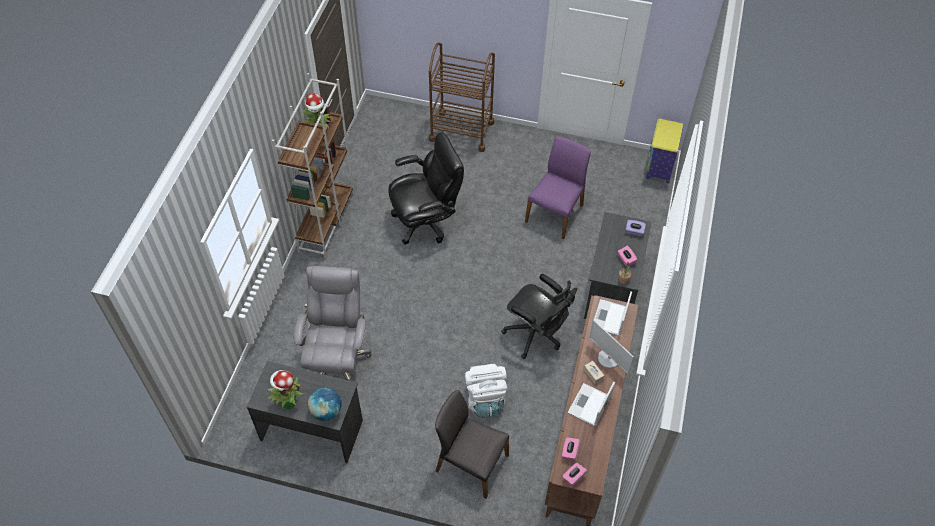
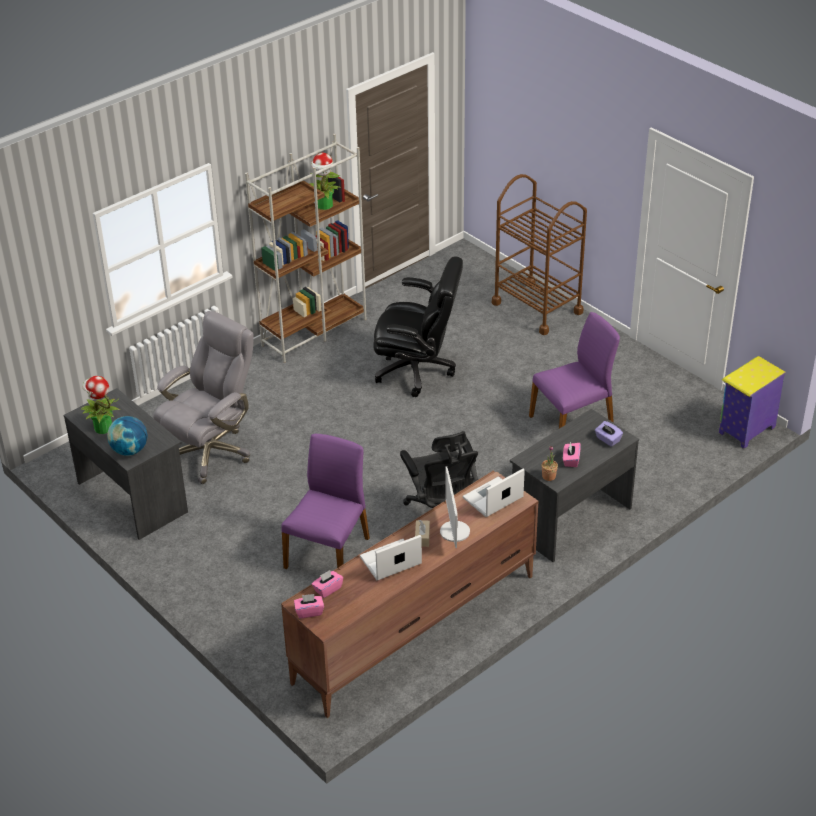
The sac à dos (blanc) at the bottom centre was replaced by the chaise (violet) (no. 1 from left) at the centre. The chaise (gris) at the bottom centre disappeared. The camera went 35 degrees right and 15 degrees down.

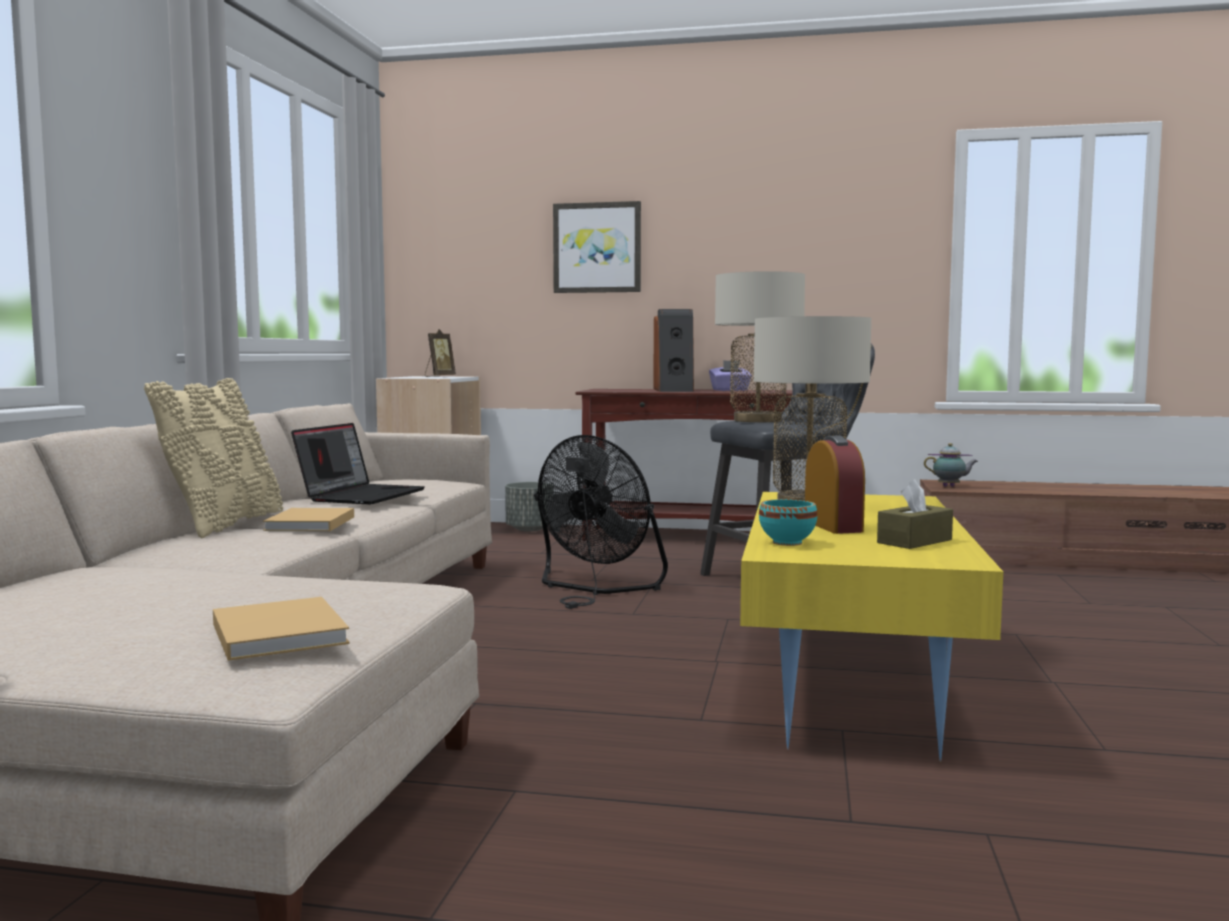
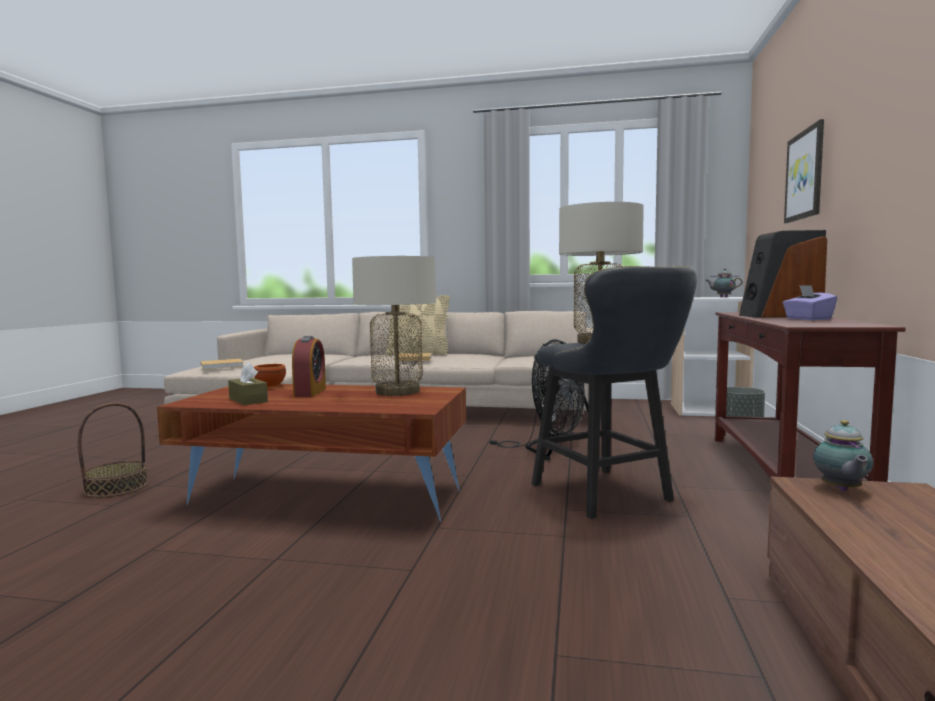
The cadre photo at the centre was replaced by the théière (no. 1 from left) at the middle right. The ordinateur portable at the middle left disappeared. The réveil at the middle right turned 75 degrees counterclockwise. The table basse (jaune) at the bottom right became the table basse (marron) at the middle left. The bol (turquoise) at the centre became the bol (marron) at the middle left. The panier at the middle left appeared. The camera went 90 degrees right and 0 degrees up.

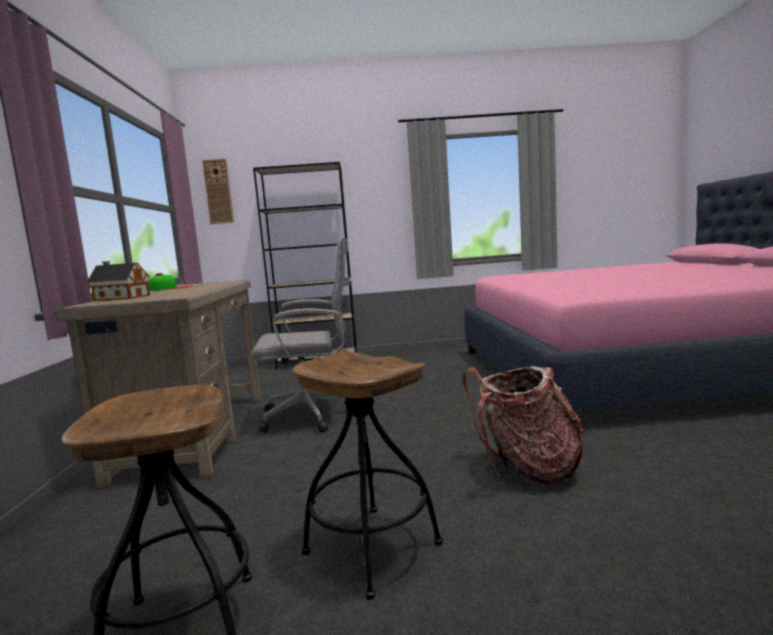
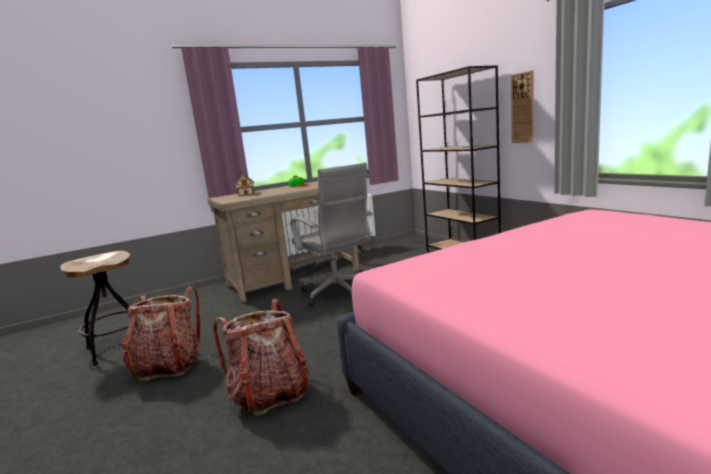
The horloge murale moved from the top left to the top right. The tabouret (marron) (no. 2 from left) at the bottom centre was replaced by the sac à dos (no. 1 from left) at the bottom left. The camera went 65 degrees right and 5 degrees up.

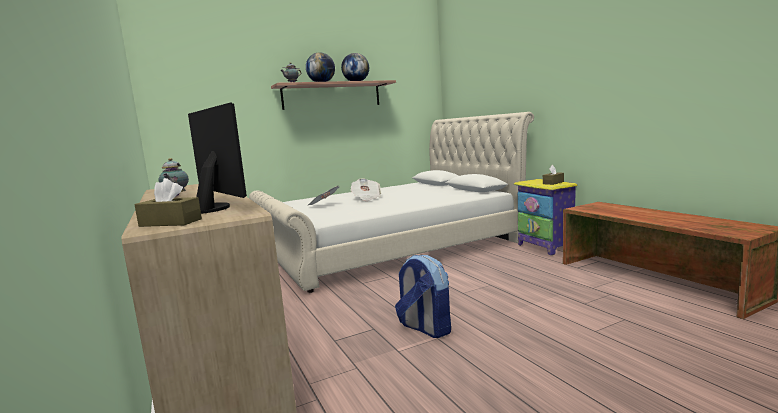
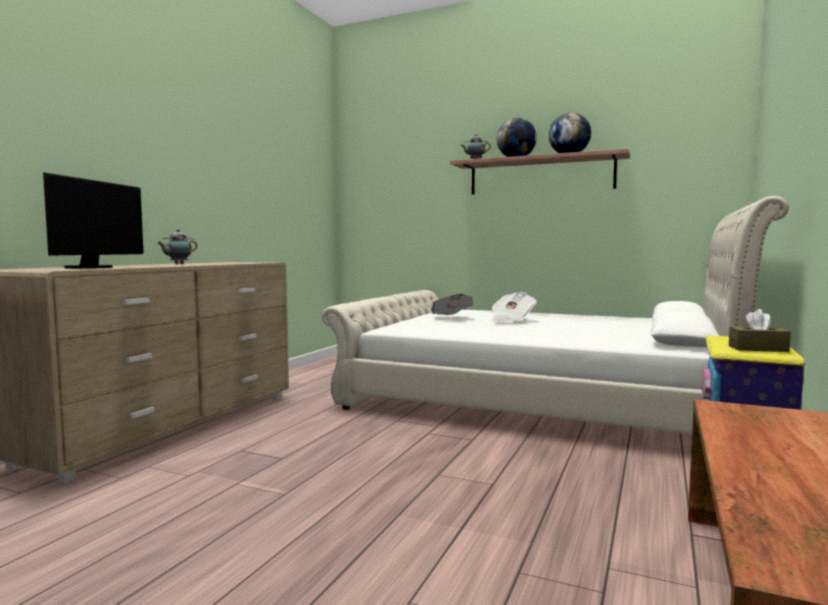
The boîte à mouchoirs (marron) (no. 1 from left) at the middle left disappeared. The sac à dos at the bottom centre disappeared. The camera went 50 degrees right and 5 degrees down.

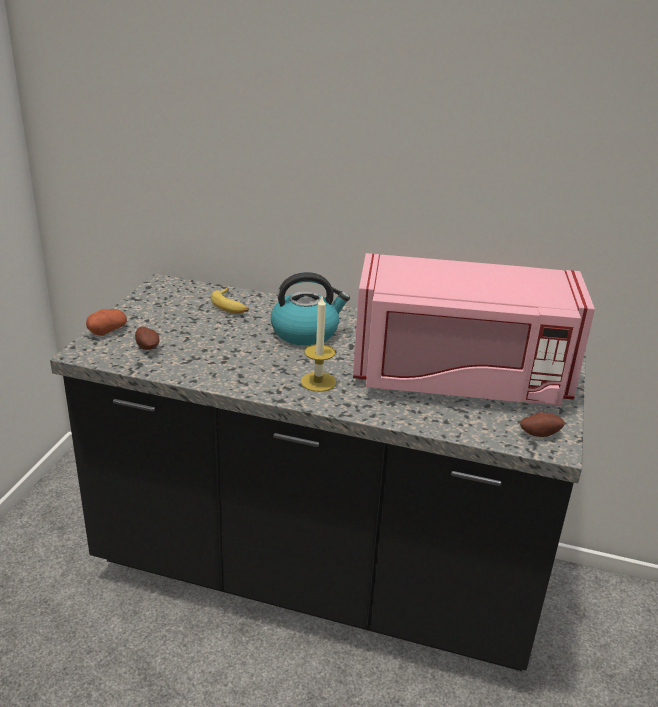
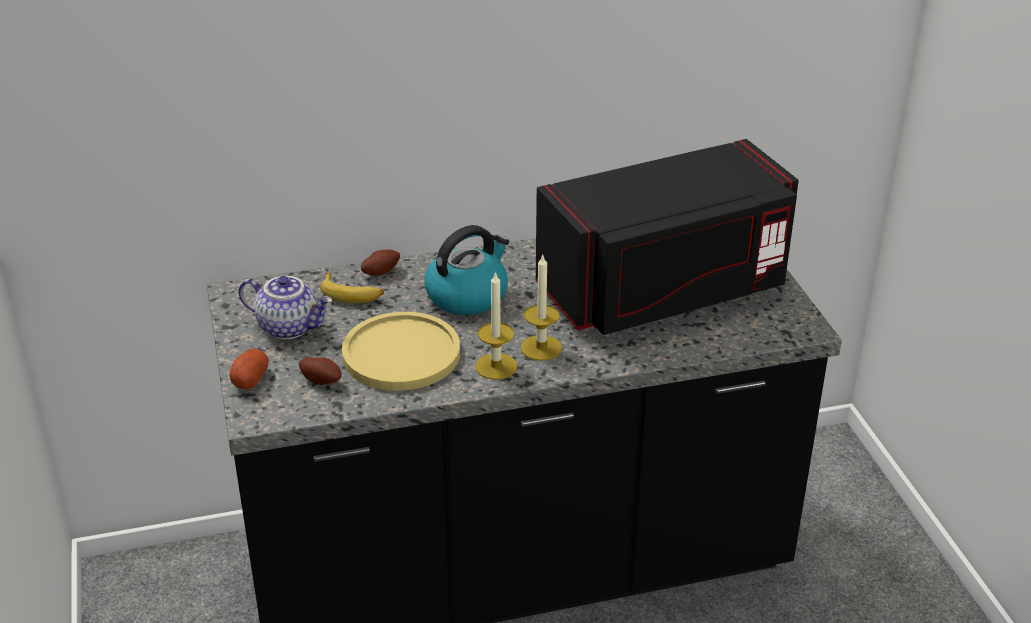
The micro-ondes (rose) at the middle right became the micro-ondes (noir) at the centre. The pomme de terre (no. 3 from left) moved from the middle right to the centre. The bougie (no. 1 from left) at the centre appeared. The théière at the middle left appeared. The assiette (jaune) at the centre appeared. The camera went 30 degrees left and 5 degrees up.

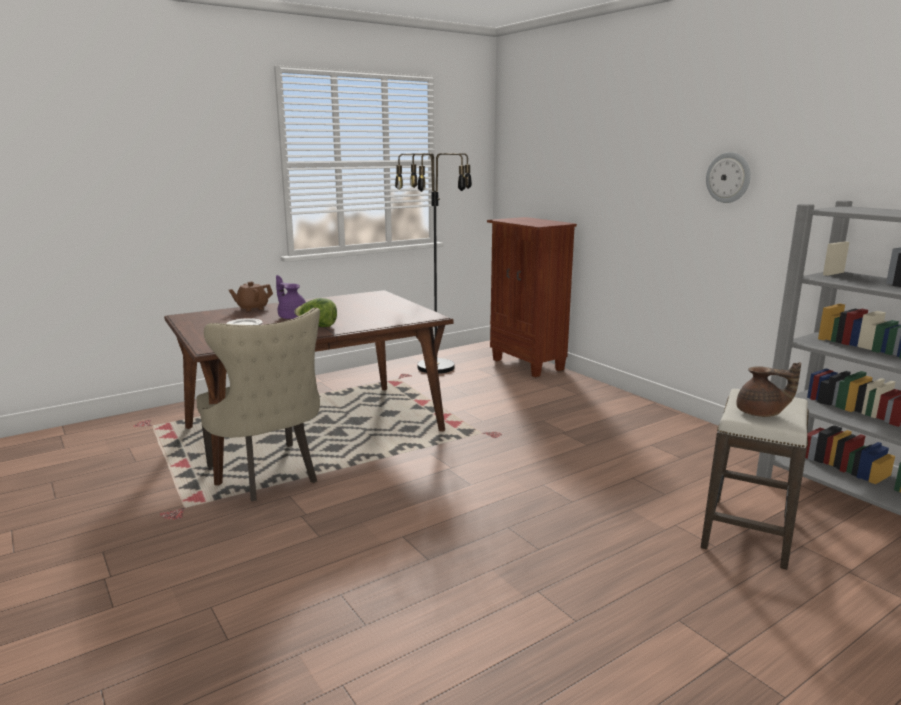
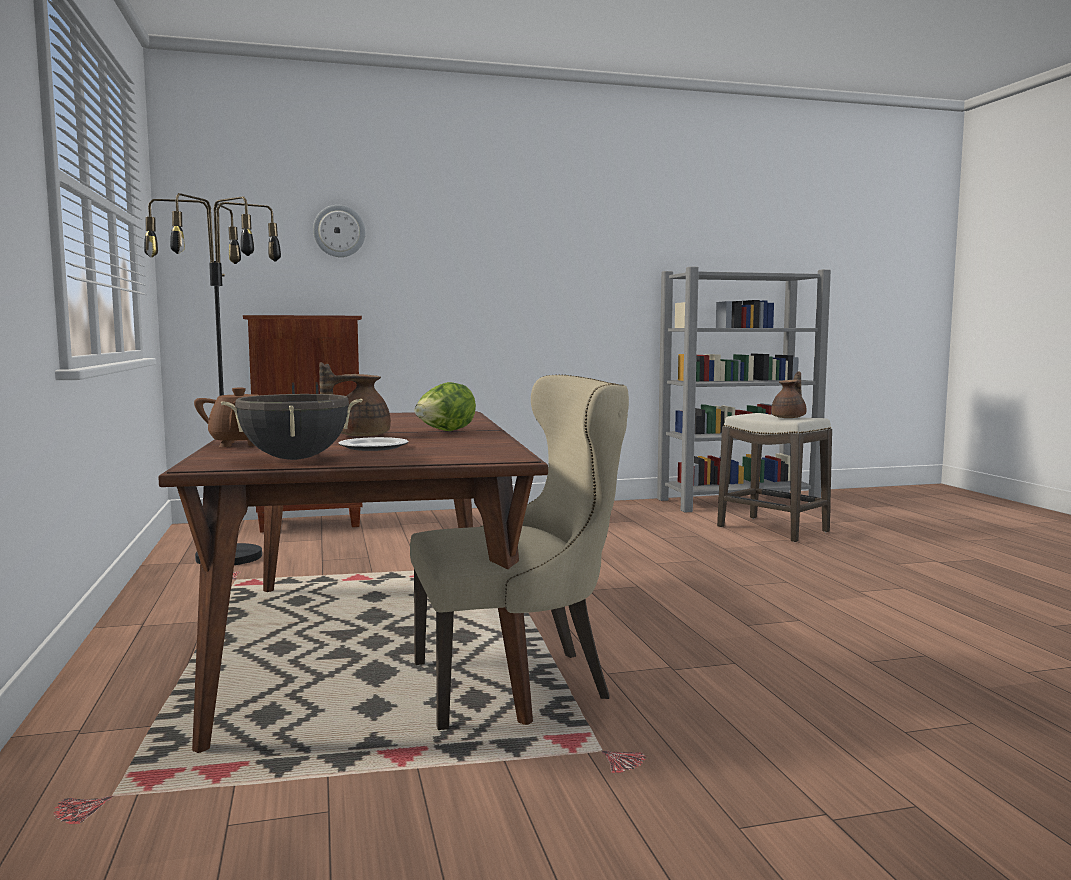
The horloge murale moved from the top right to the top left. The théière (violet) at the middle left became the théière (marron) (no. 2 from left) at the middle left. The marmite (noir) at the middle left appeared. The camera went 70 degrees left and 10 degrees down.

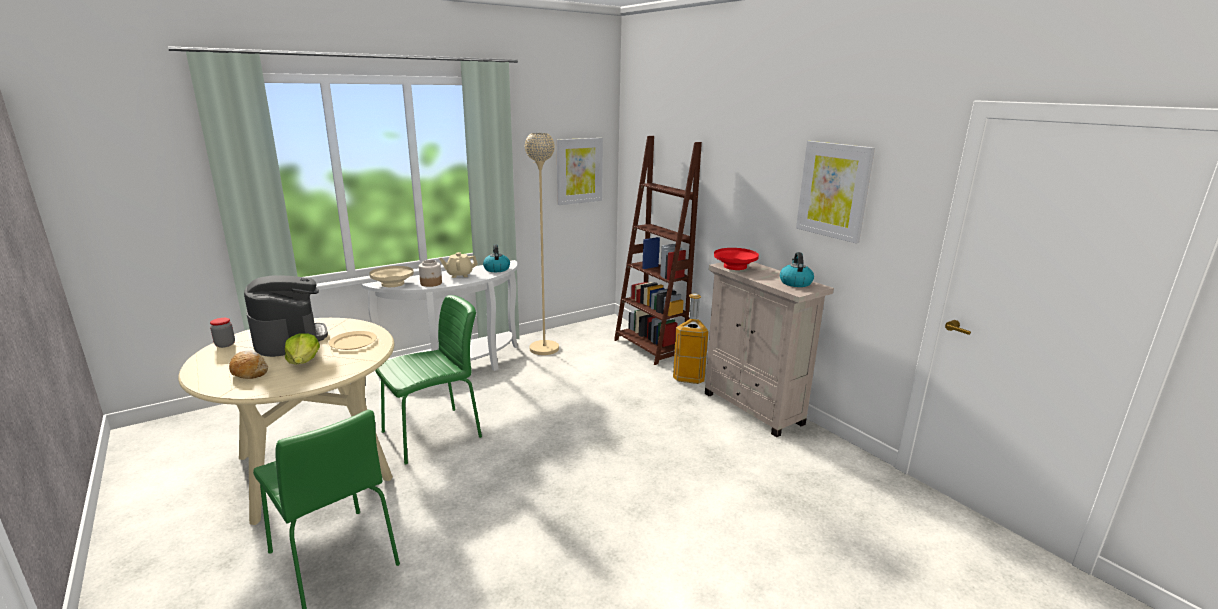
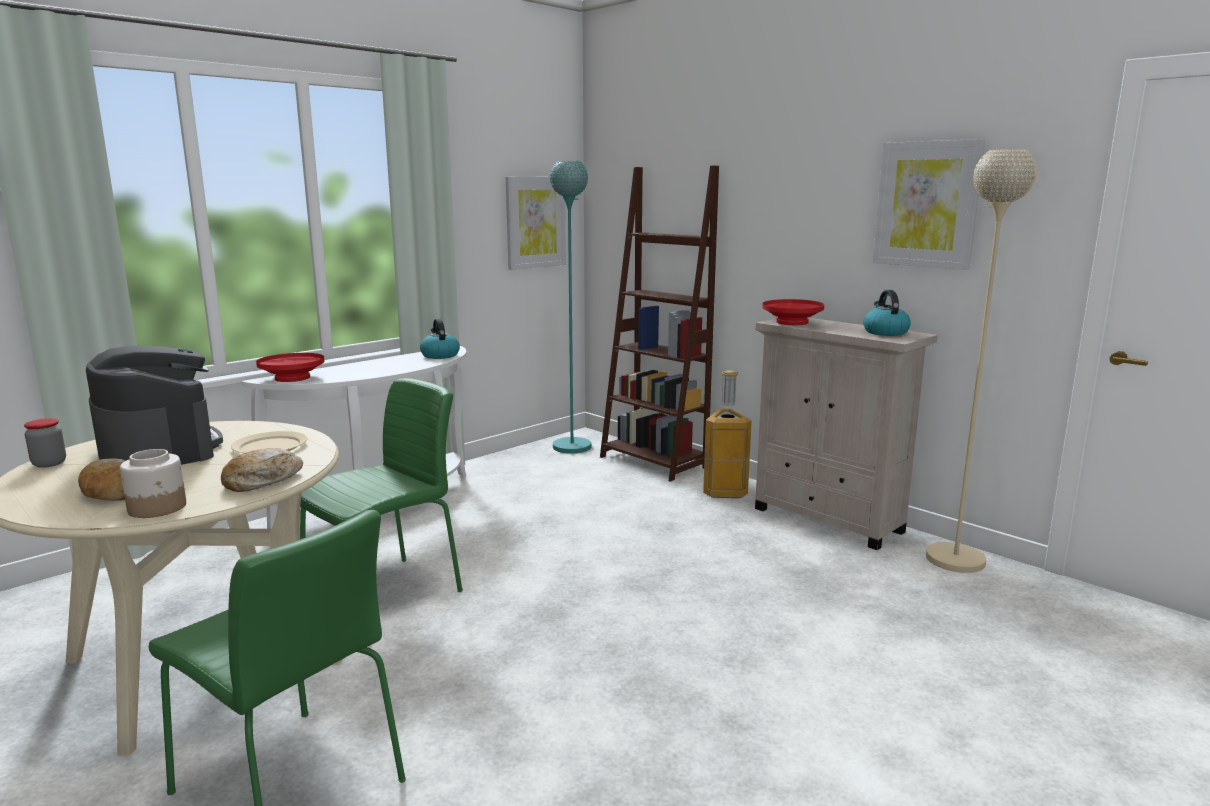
The lampadaire (beige) moved from the centre to the middle right. The théière (beige) at the centre disappeared. The bocal (no. 2 from left) moved from the centre to the middle left. The bol (beige) at the middle left became the bol (rouge) (no. 1 from left) at the middle left. The laitue at the middle left disappeared. The lampadaire (turquoise) at the centre appeared. The pain (no. 2 from left) at the middle left appeared. The camera went 10 degrees left and 5 degrees down.

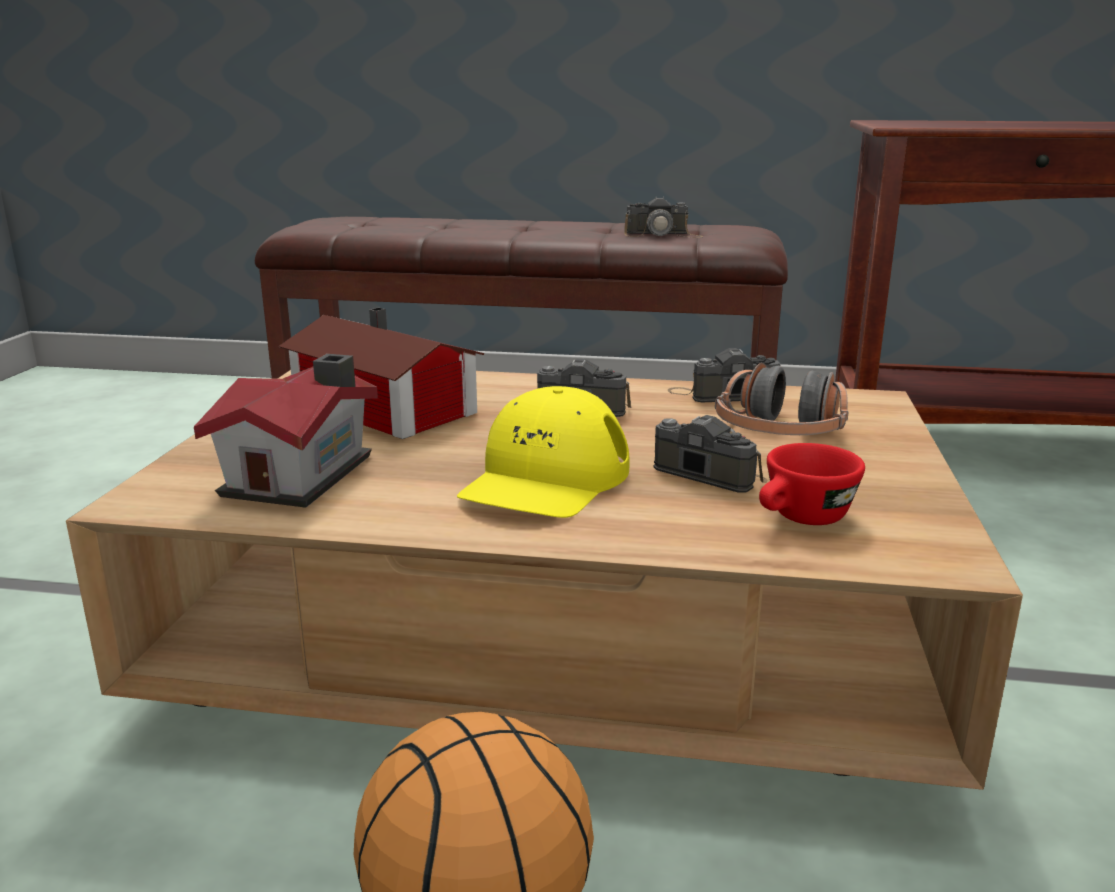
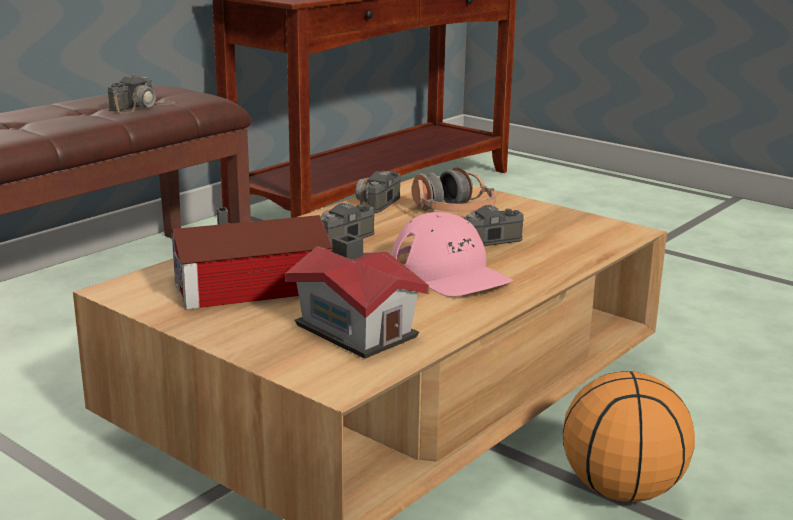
The casquette (jaune) at the centre became the casquette (rose) at the centre. The tasse (rouge) at the middle right disappeared. The camera went 60 degrees left and 0 degrees up.

